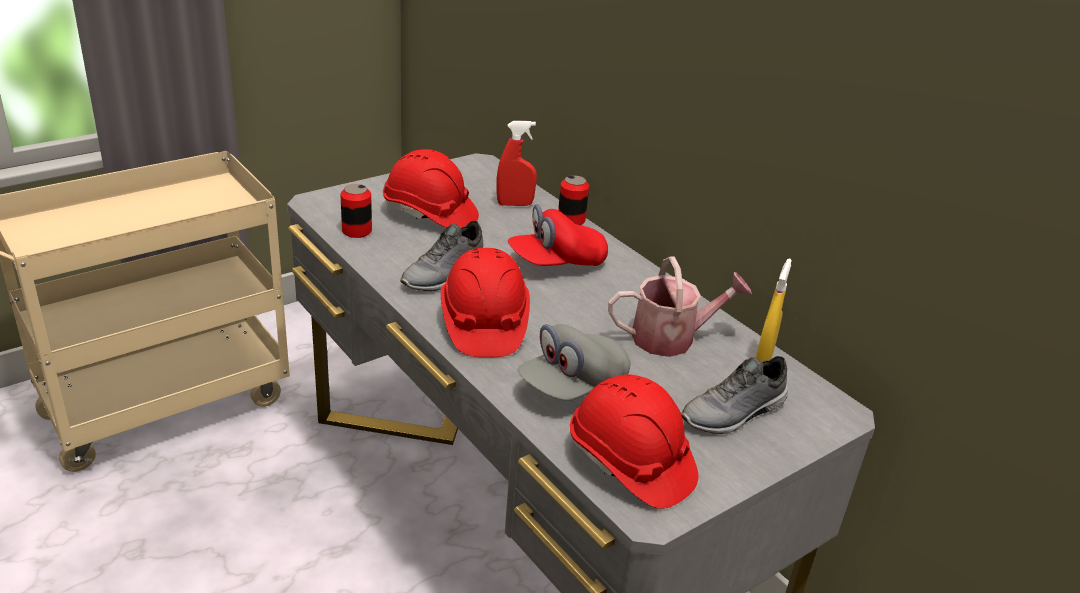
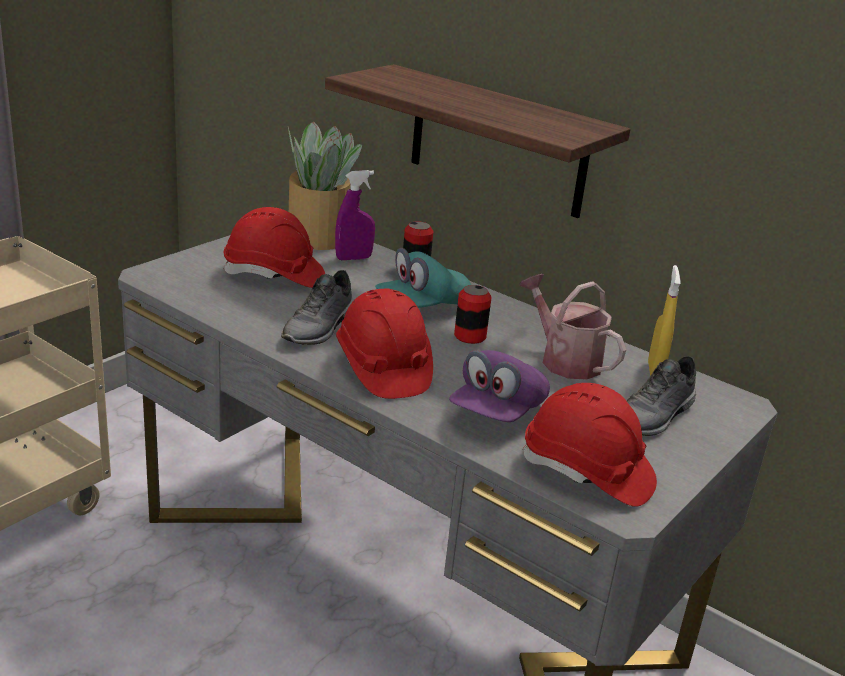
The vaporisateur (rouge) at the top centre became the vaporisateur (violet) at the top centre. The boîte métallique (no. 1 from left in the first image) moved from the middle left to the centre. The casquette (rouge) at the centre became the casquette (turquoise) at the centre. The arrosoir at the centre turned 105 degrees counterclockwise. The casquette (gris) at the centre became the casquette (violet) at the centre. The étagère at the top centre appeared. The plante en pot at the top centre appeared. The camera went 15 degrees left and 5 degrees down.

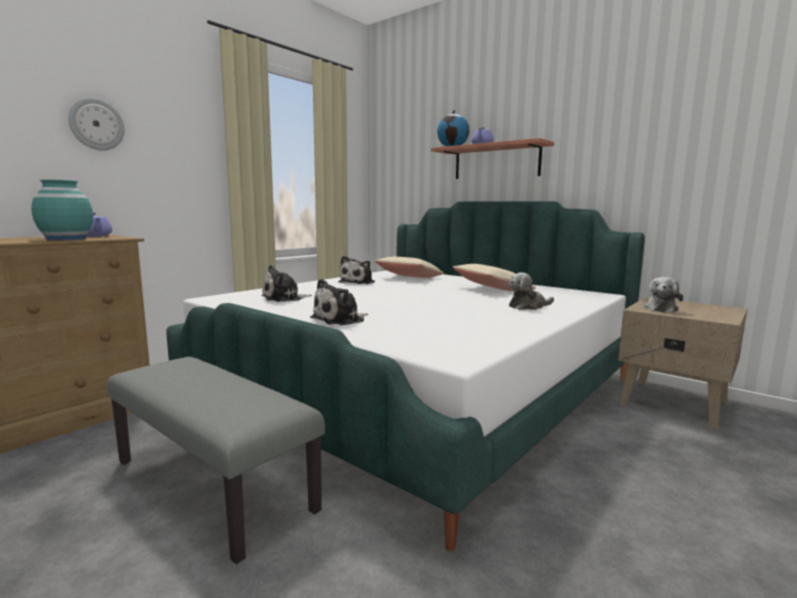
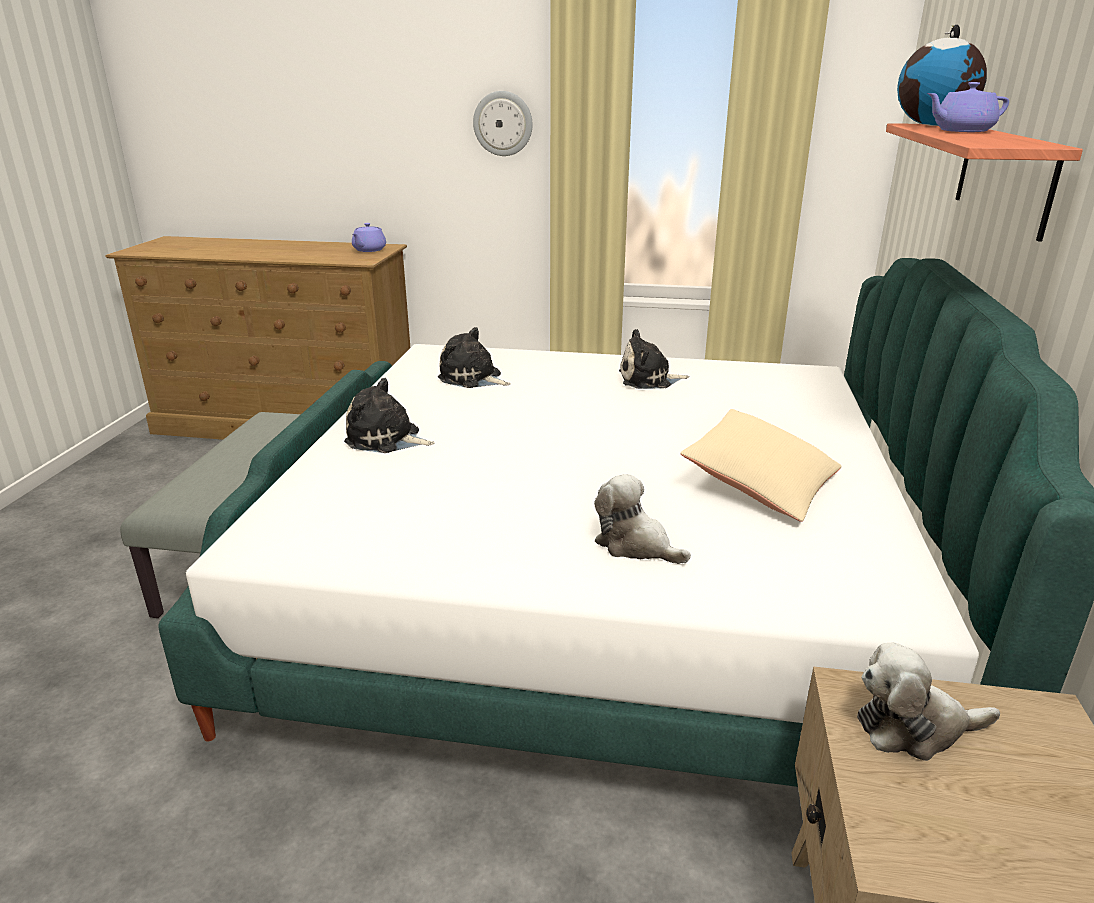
The horloge murale moved from the top left to the top centre. The vase (turquoise) at the middle left disappeared. The coussin (beige) (no. 1 from left) at the centre disappeared. The camera went 60 degrees right and 15 degrees up.

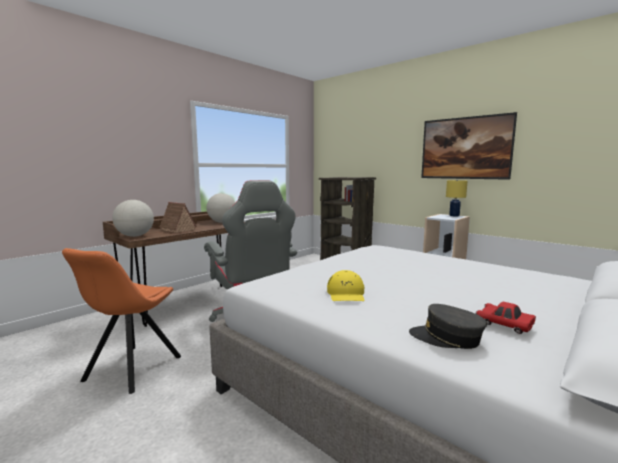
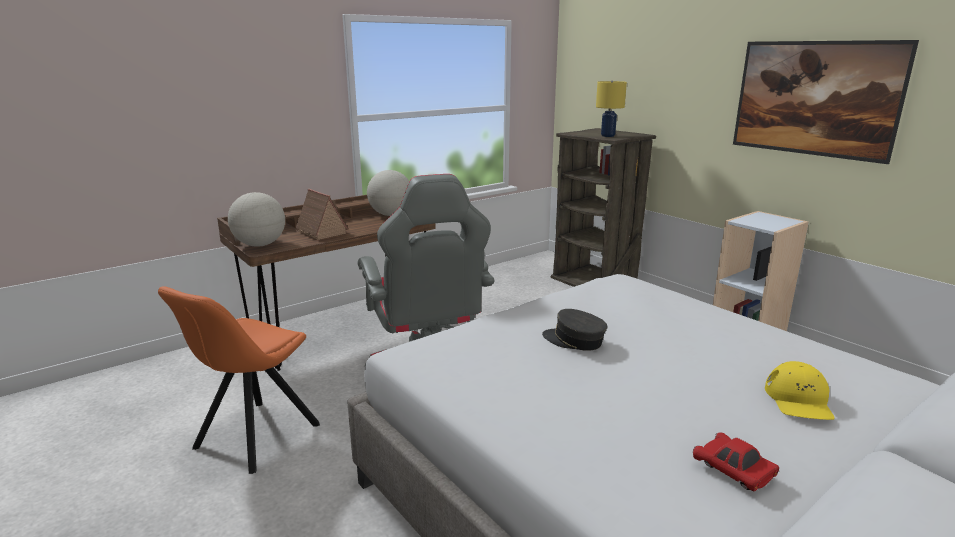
The lampe de table (jaune) moved from the middle right to the top centre. The casquette (jaune) moved from the centre to the bottom right. The casquette (gris) moved from the bottom right to the centre. The camera went 10 degrees right and 10 degrees up.

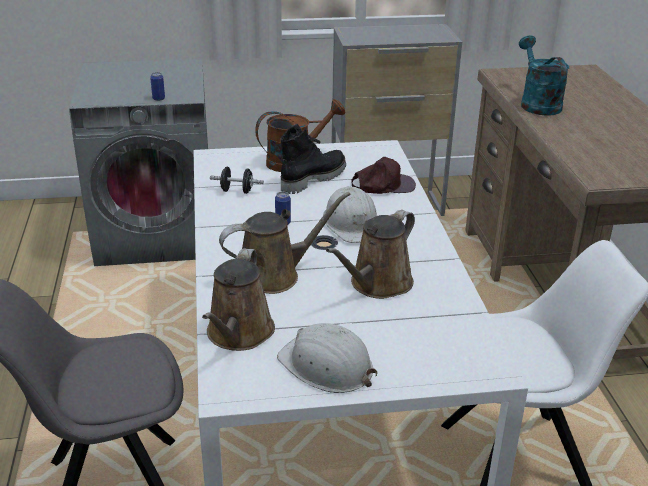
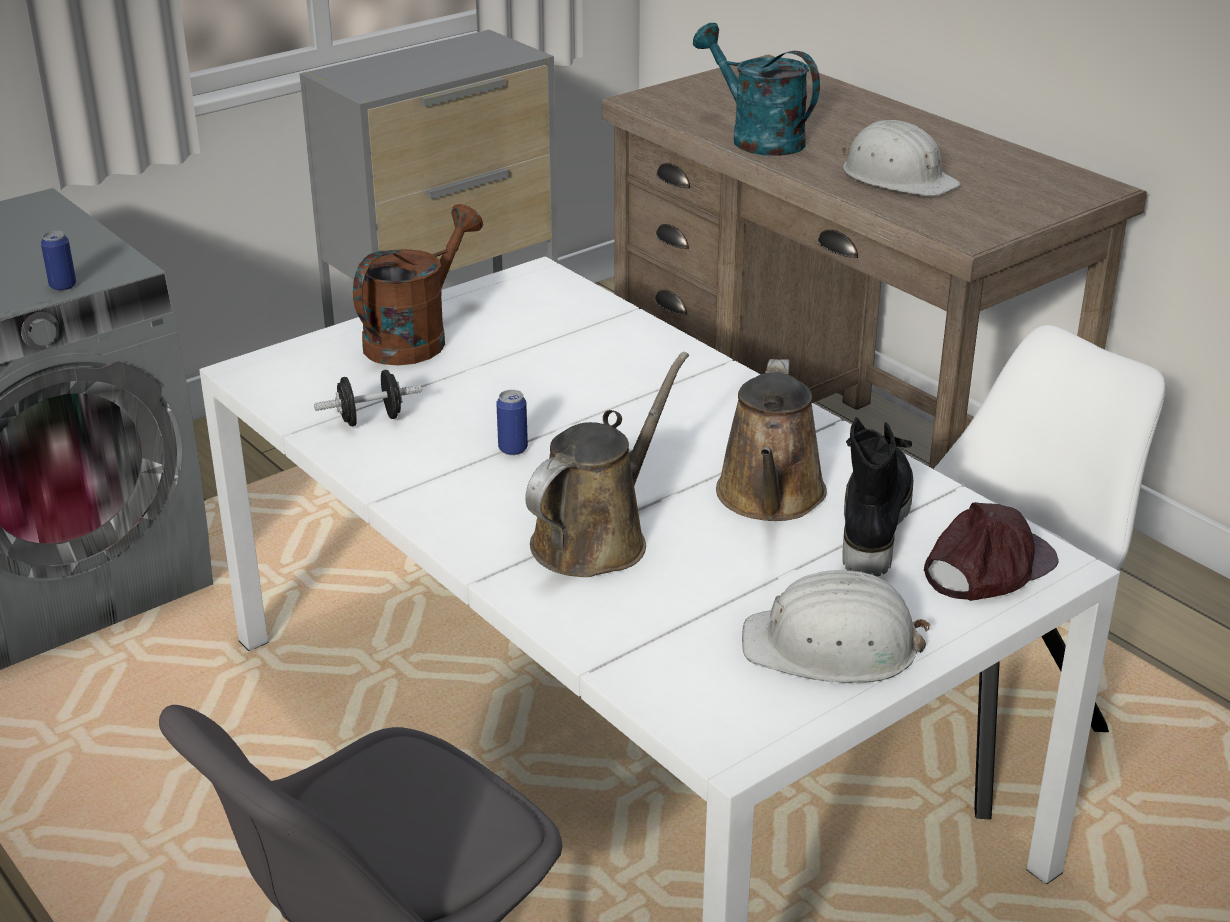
The botte (noir) moved from the top centre to the middle right. The casquette (marron) moved from the centre to the middle right. The casque de chantier (blanc) (no. 2 from left) moved from the centre to the top right. The arrosoir (marron) (no. 1 from left) at the centre disappeared. The camera went 30 degrees left and 0 degrees up.

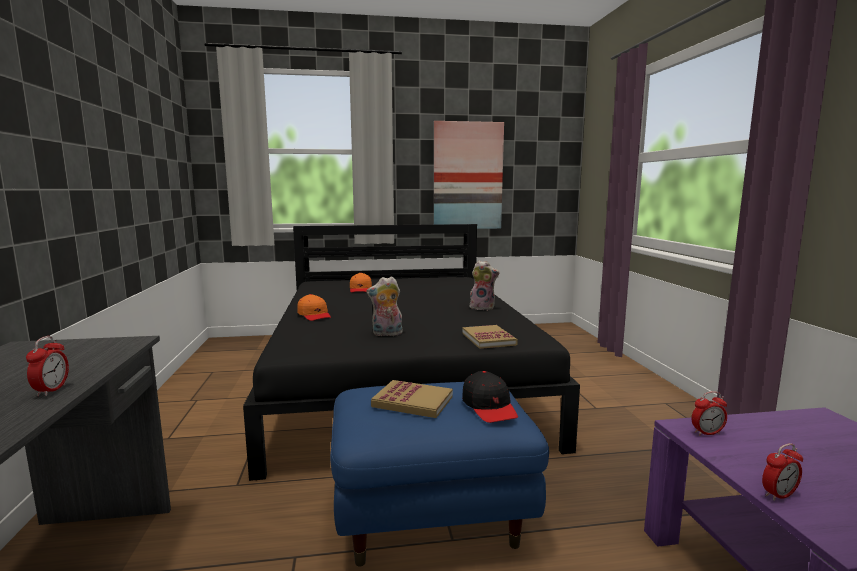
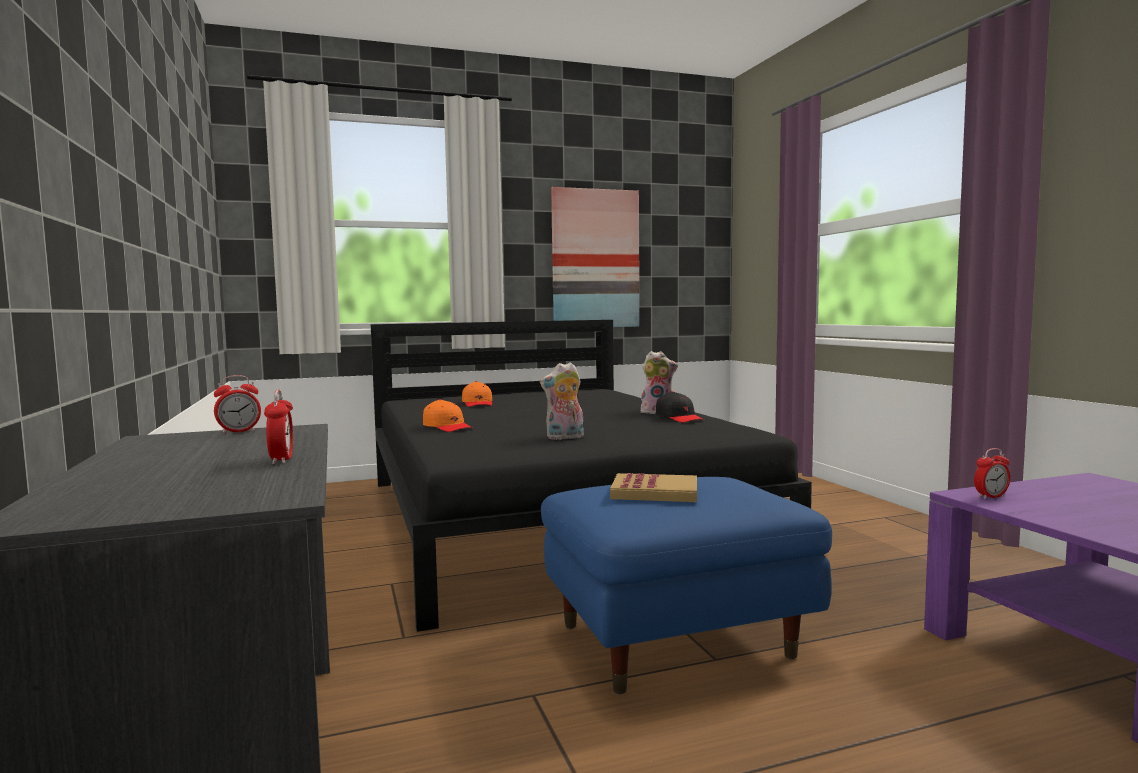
The livre (no. 2 from left) at the centre disappeared. The casquette (noir) moved from the bottom centre to the centre. The réveil (no. 3 from left in the first image) moved from the bottom right to the middle left. The camera went 10 degrees left and 5 degrees down.

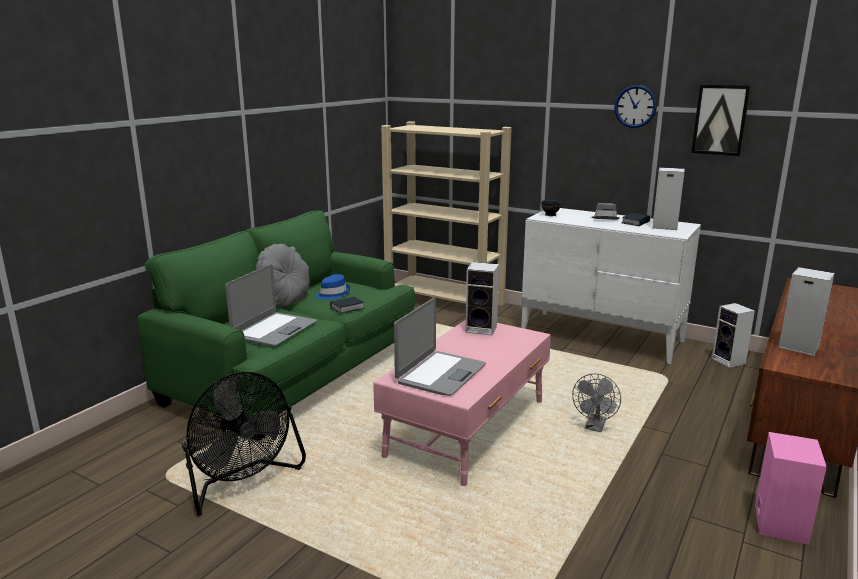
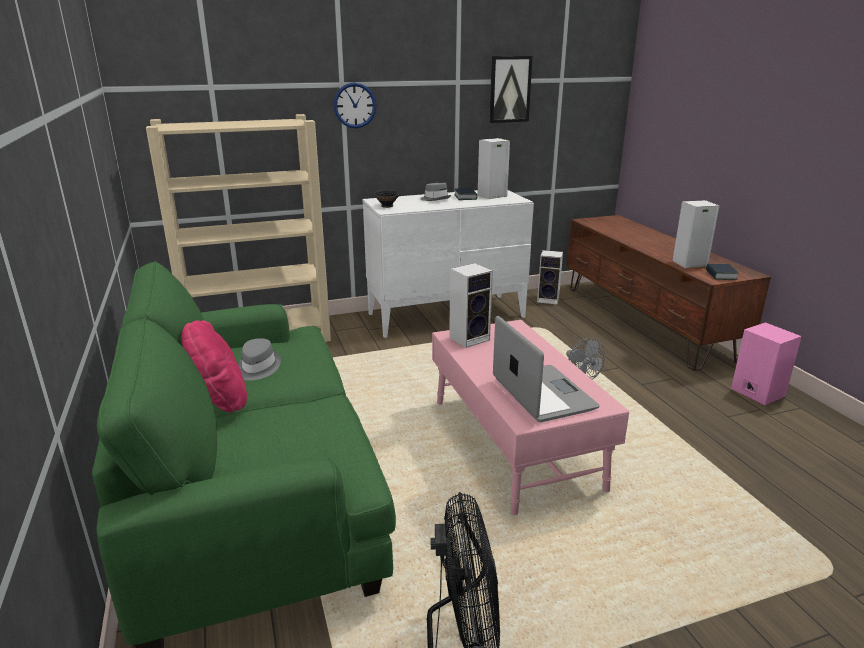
The horloge murale moved from the top right to the top centre. The coussin (gris) at the middle left became the coussin (rose) at the middle left. The ordinateur portable (no. 1 from left) at the middle left disappeared. The chapeau (bleu) at the centre became the chapeau (gris) (no. 1 from left) at the middle left. The livre (no. 1 from left in the first image) moved from the centre to the middle right. The camera went 50 degrees left and 5 degrees up.

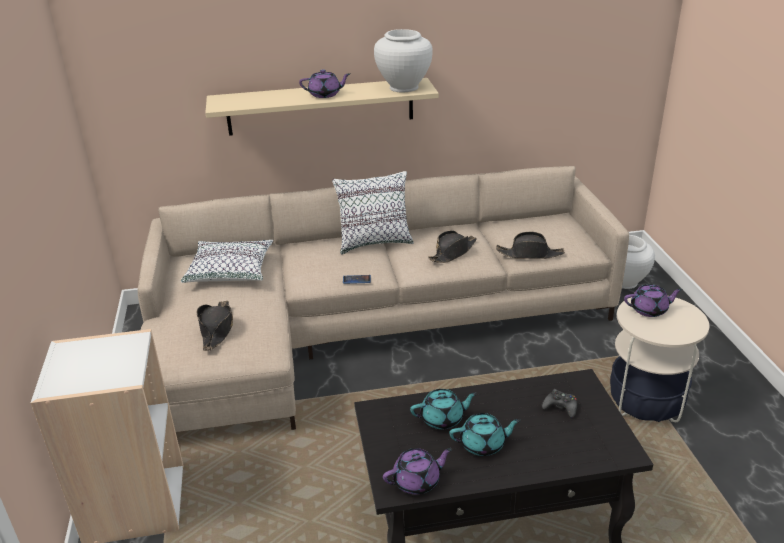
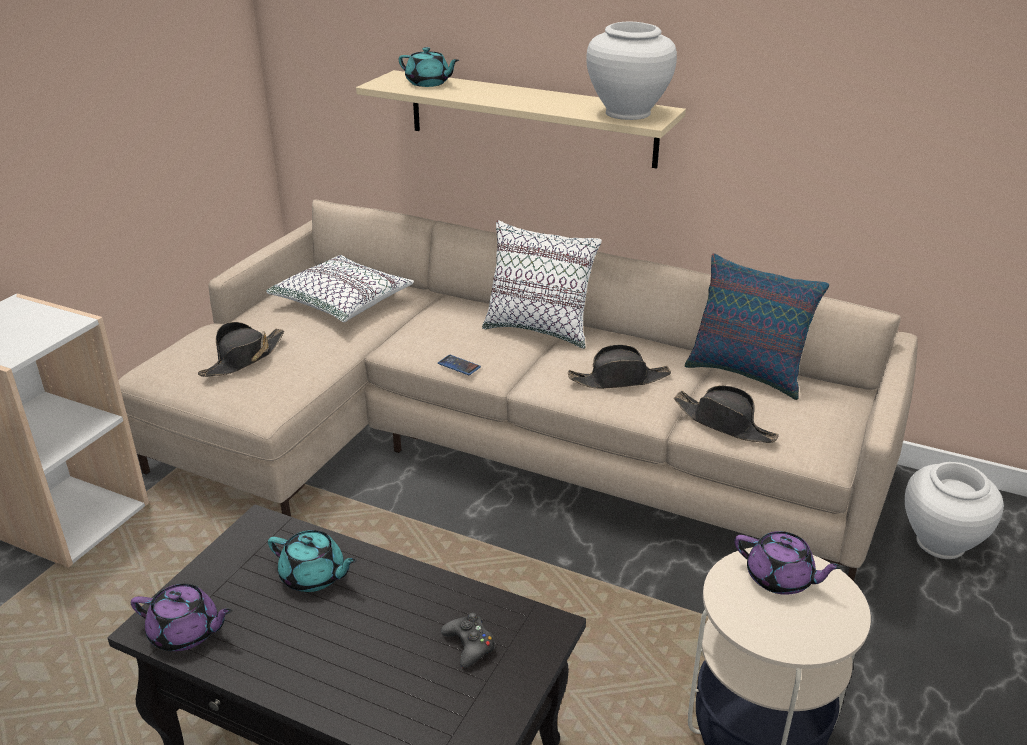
The théière (violet) (no. 1 from left) at the top centre disappeared. The théière (turquoise) (no. 2 from left) moved from the bottom centre to the top centre. The coussin (bleu) at the middle right appeared. The camera went 35 degrees right and 0 degrees up.

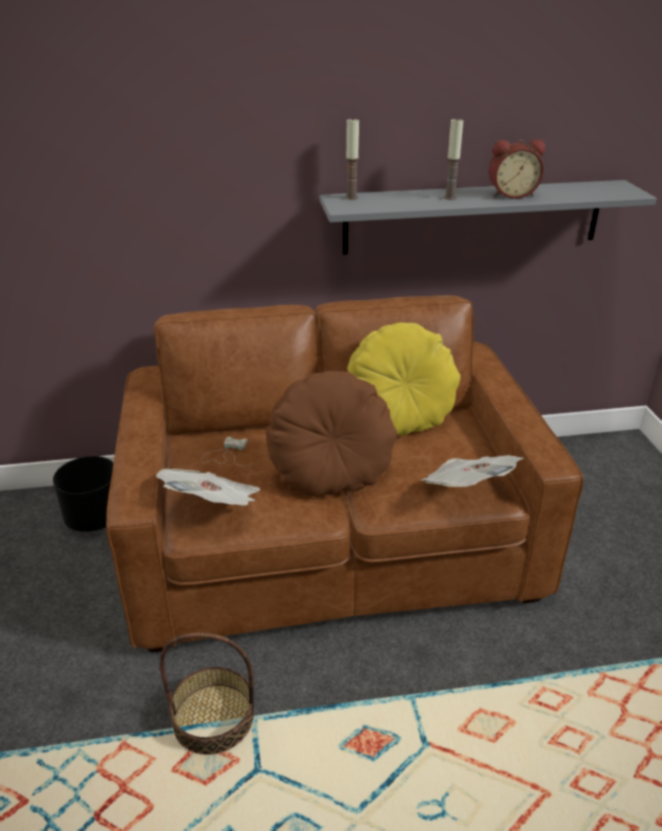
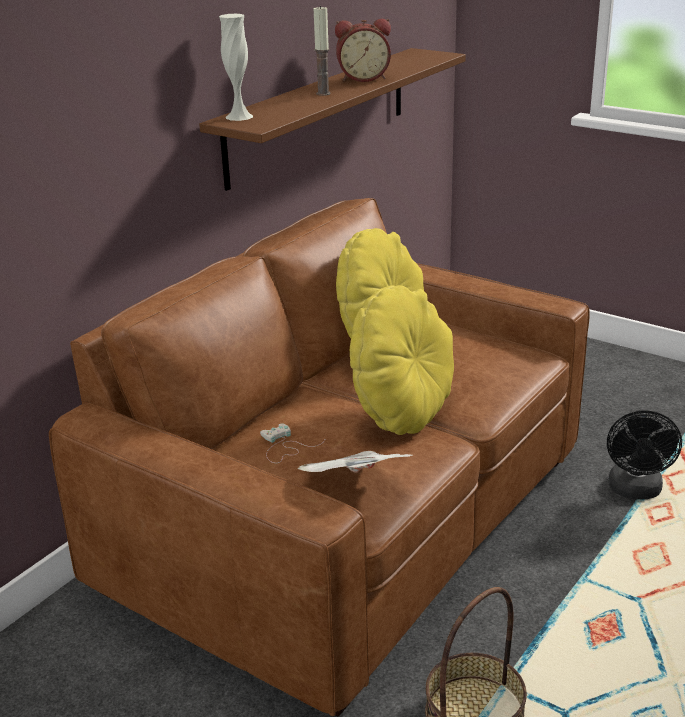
The bougie (no. 1 from left) at the top centre was replaced by the vase (blanc) at the top centre. The réveil at the top right turned 45 degrees clockwise. The étagère (gris) at the top right became the étagère (marron) at the top centre. The coussin (marron) at the centre became the coussin (jaune) (no. 2 from left) at the centre. The journal (no. 2 from left) at the middle right disappeared. The cache-pot (noir) at the middle left disappeared. The ventilateur (noir) at the middle right appeared. The camera went 45 degrees left and 5 degrees down.

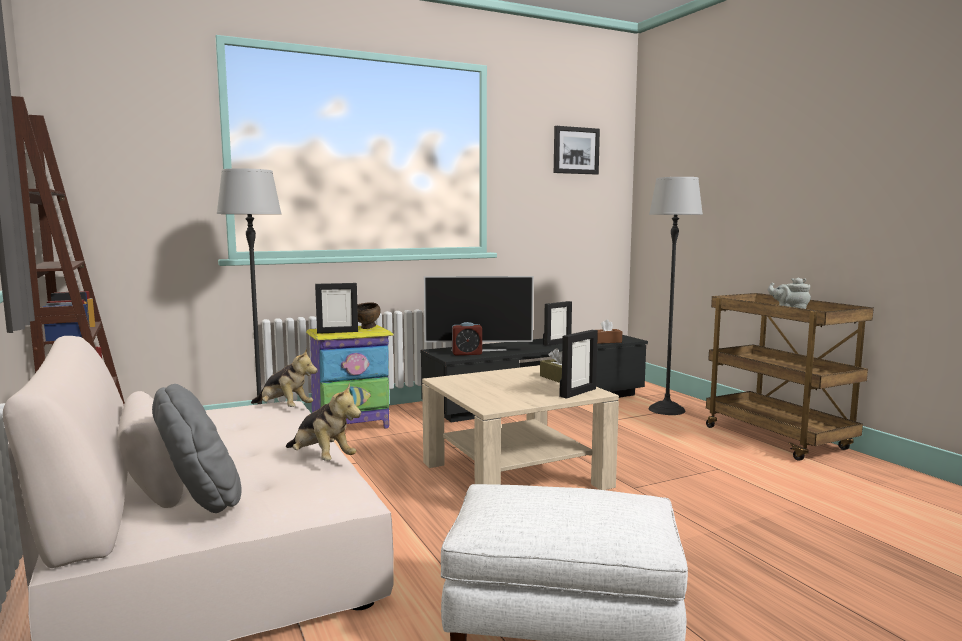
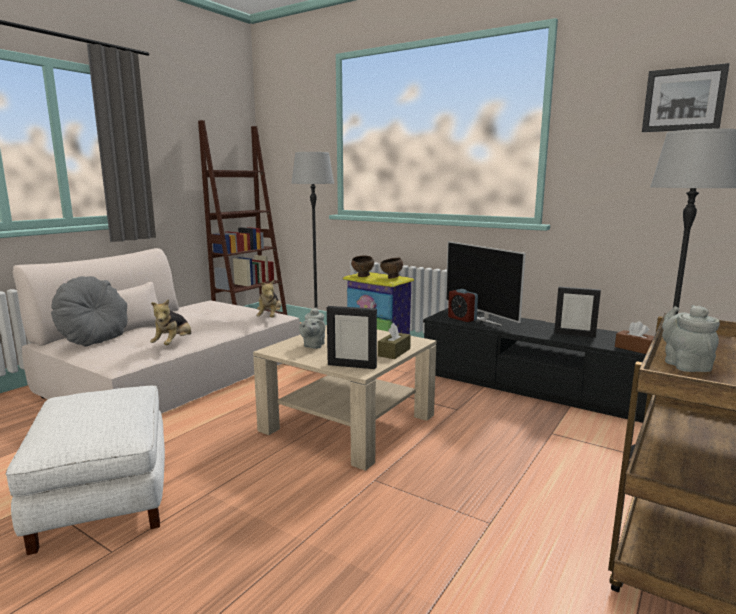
The cadre photo (no. 1 from left) at the centre was replaced by the bol (marron) (no. 1 from left) at the centre. The théière (gris) (no. 1 from left) at the centre appeared. The camera went 60 degrees right and 5 degrees up.

